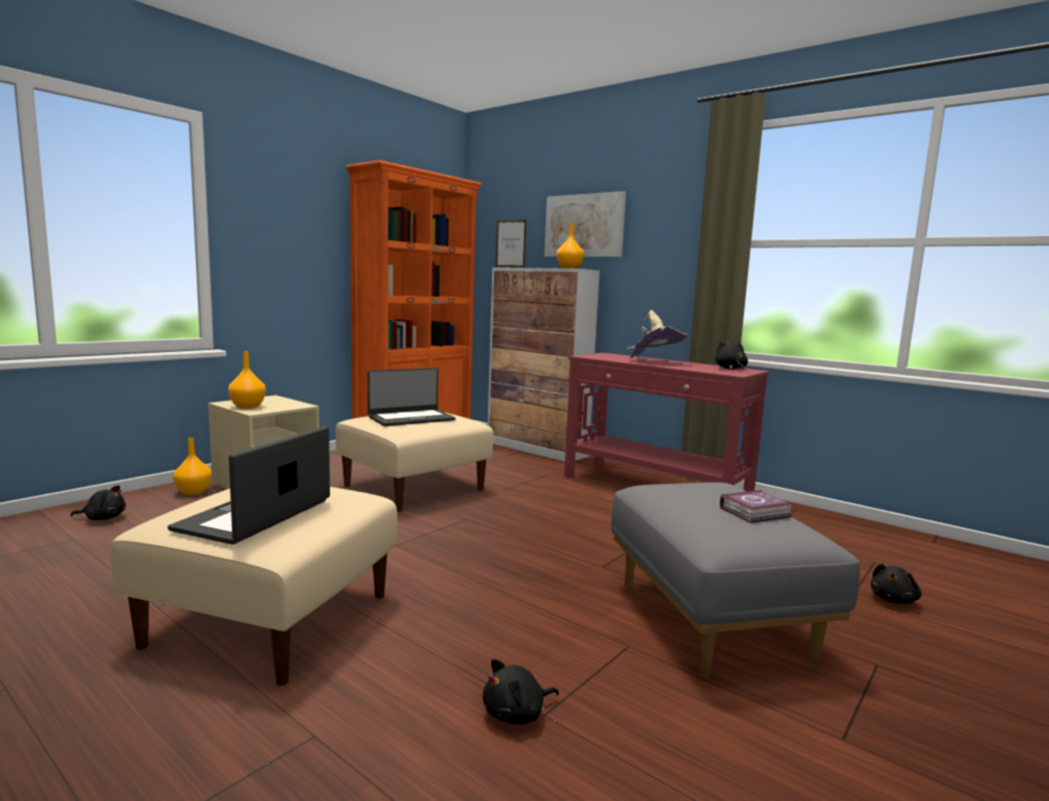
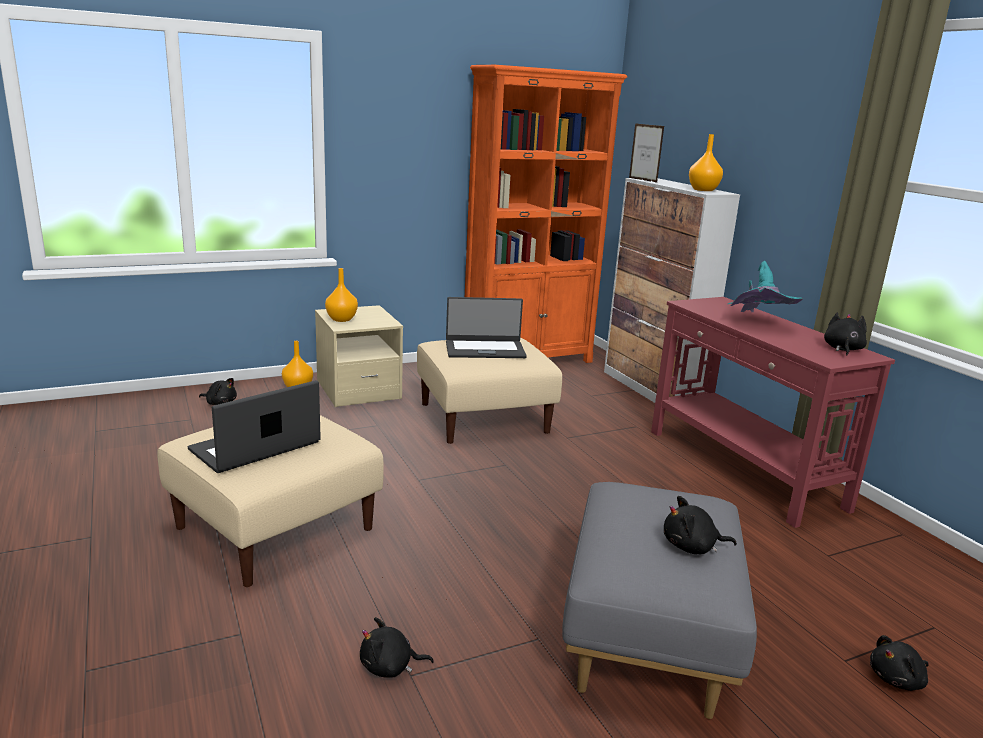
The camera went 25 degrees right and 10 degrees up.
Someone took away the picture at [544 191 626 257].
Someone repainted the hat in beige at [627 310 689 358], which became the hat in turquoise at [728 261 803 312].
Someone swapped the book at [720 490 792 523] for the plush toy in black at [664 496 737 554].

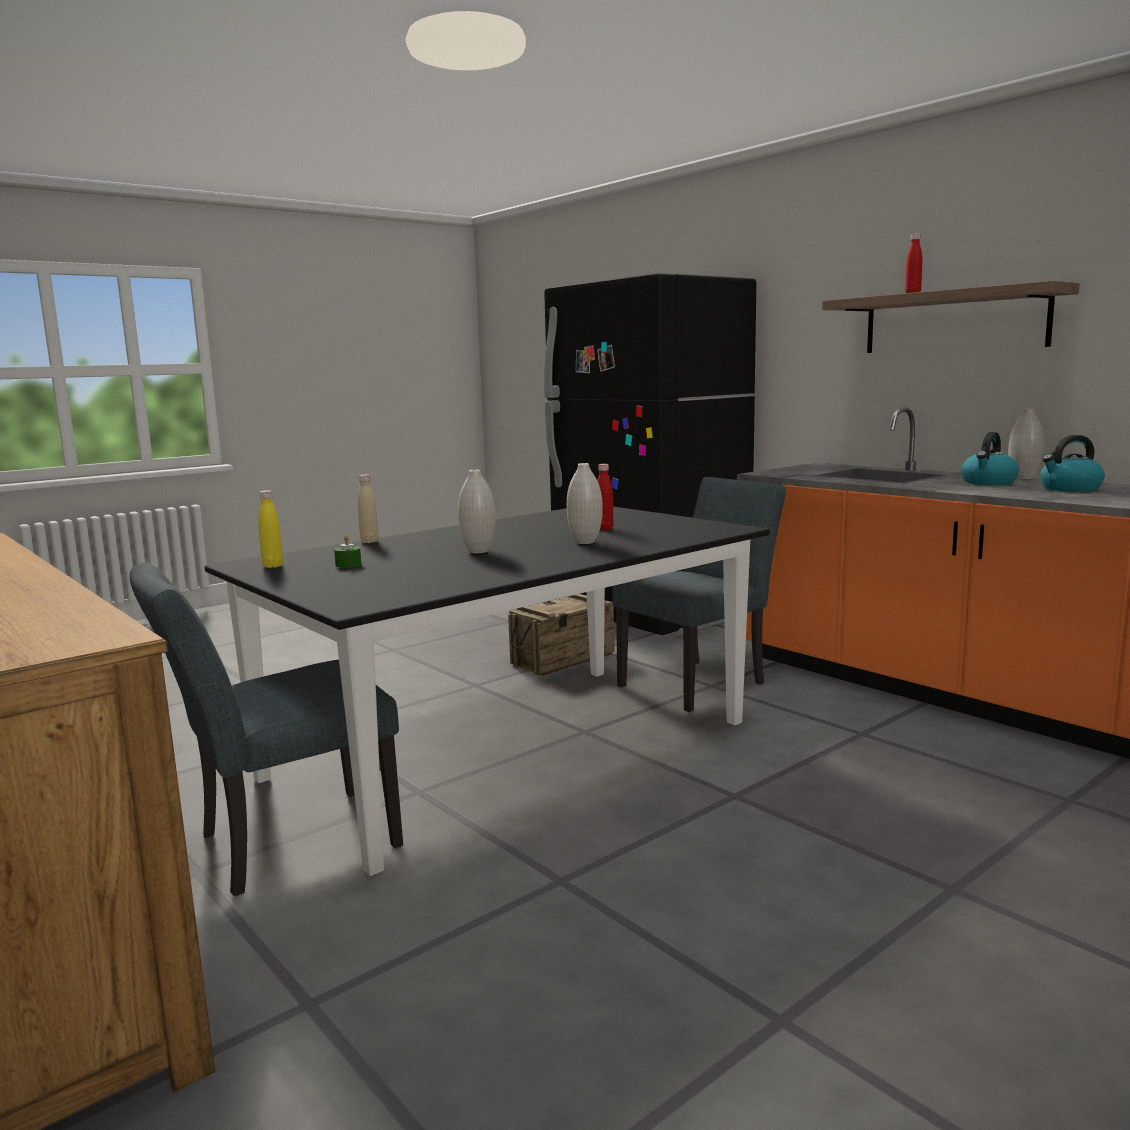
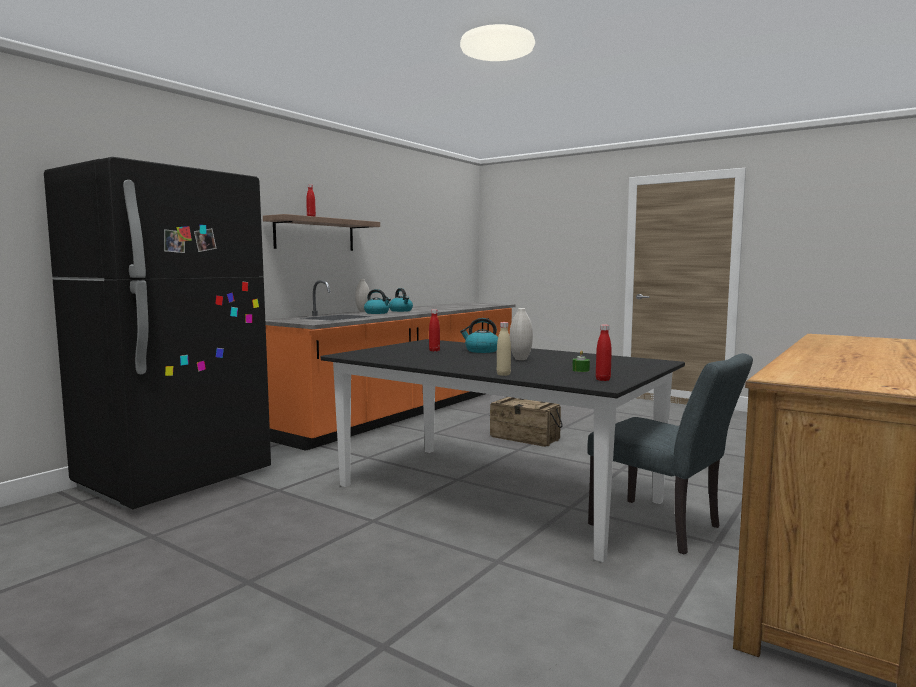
The camera went 105 degrees left and 5 degrees down.
Someone repainted the bottle in yellow at [258 490 283 568], which became the bottle in red at [596 325 612 381].
Someone carried the crate from [508 594 615 676] to [490 397 562 447].
Someone swapped the vase in white at [567 463 603 544] for the kettle at [460 318 498 353].
Someone took away the chair in grey at [612 477 786 712].

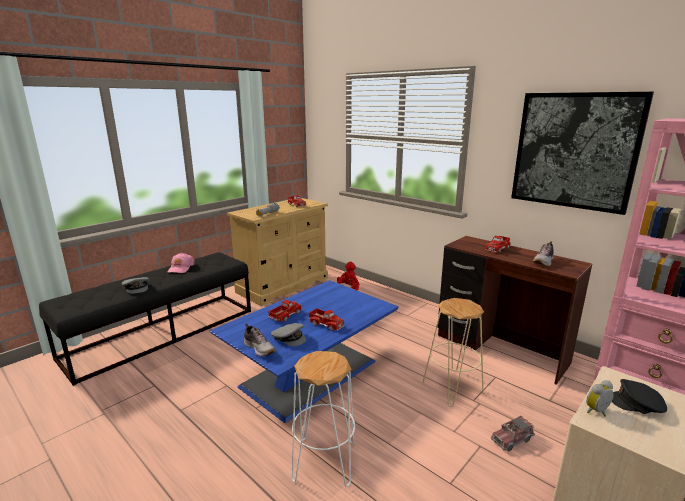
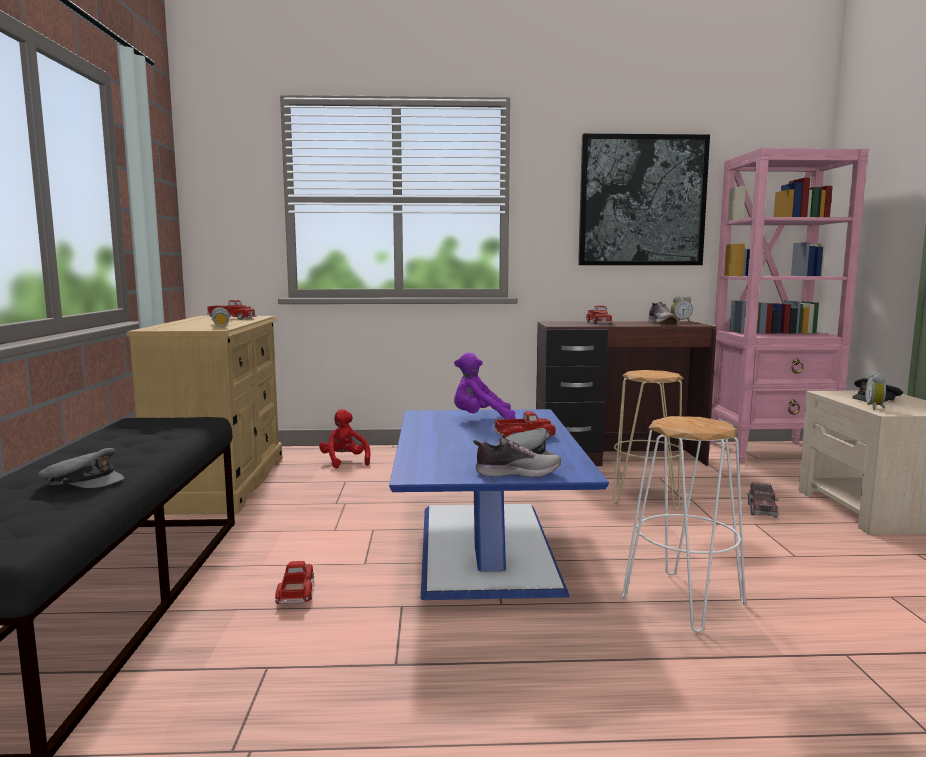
The camera went 45 degrees left and 10 degrees down.
Someone took away the cap in pink at [168 253 195 273].
Someone carried the toy truck from [268 300 302 321] to [275 561 314 604].
Someone put down the plush toy in purple at [454 352 515 419].
Someone put down the alarm clock at [671 296 693 322].

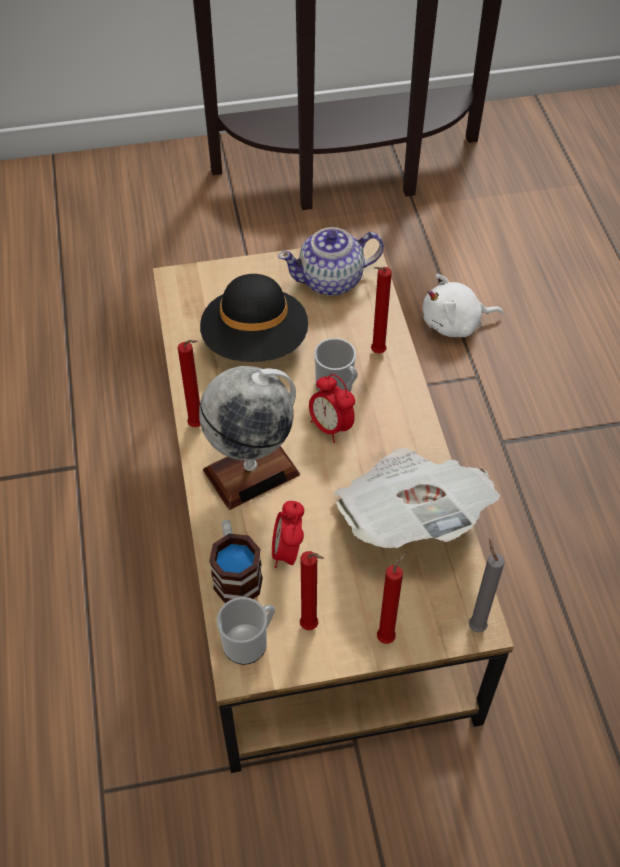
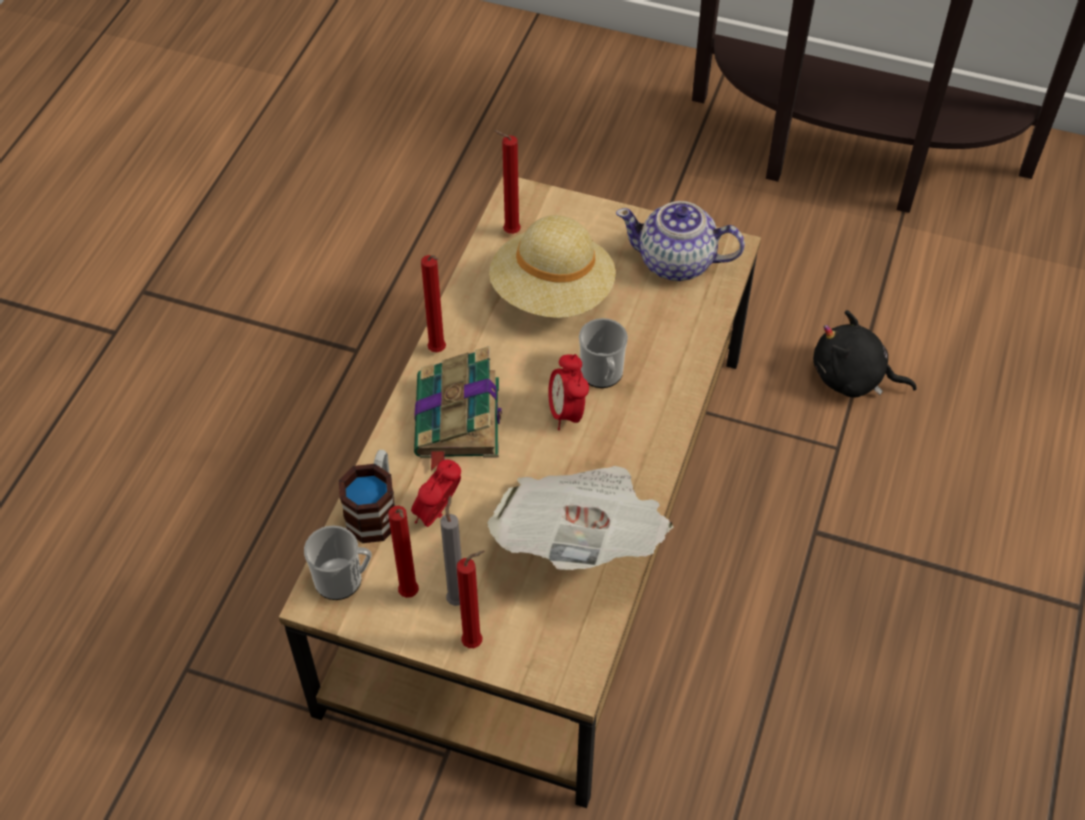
The camera went 30 degrees right and 0 degrees up.
Someone swapped the globe at [199 366 300 510] for the book at [414 346 502 471].
Someone repainted the hat in black at [200 274 308 362], which became the hat in beige at [489 215 616 318].
Someone carried the candle in red from [371 267 392 354] to [494 130 521 234].
Someone repainted the plush toy in white at [422 274 503 337], which became the plush toy in black at [813 310 917 398].
Someone carried the candle in grey from [469 538 505 633] to [440 495 462 606].

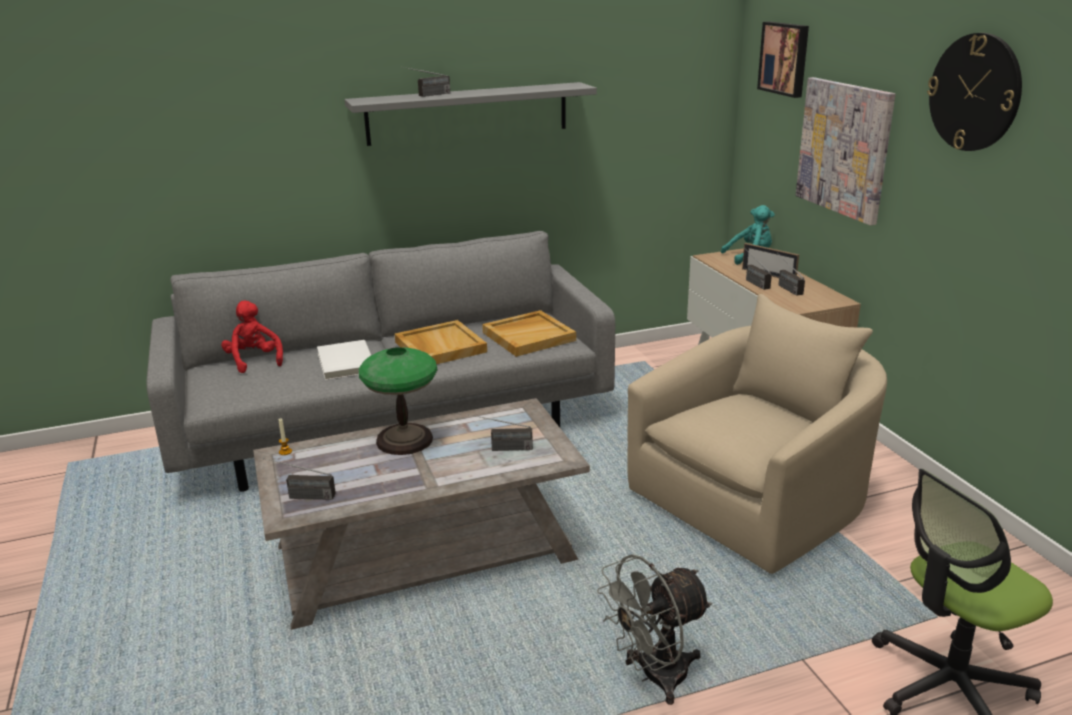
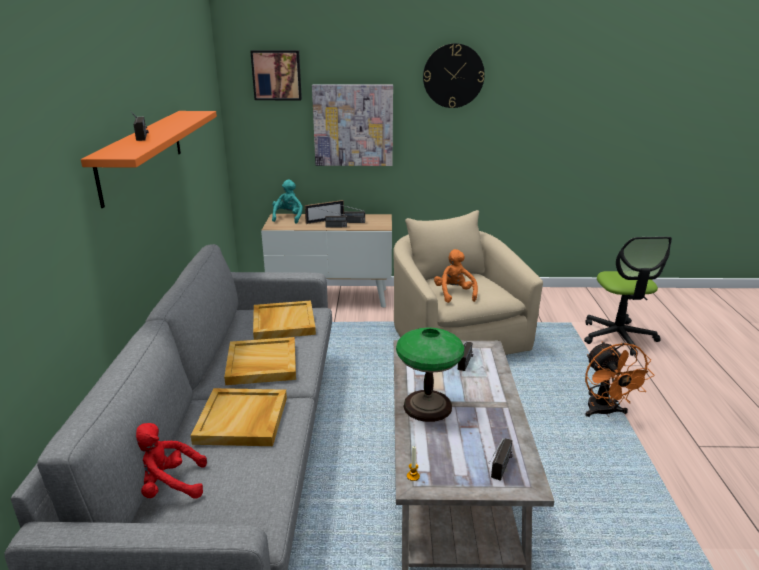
The camera went 70 degrees left and 0 degrees up.
Someone swapped the book in white at [317 340 371 380] for the tray in beige at [190 388 287 446].
Someone repainted the shelf in grey at [344 82 597 146], which became the shelf in orange at [81 111 217 208].
Someone repainted the fan in grey at [597 554 712 705], which became the fan in orange at [585 342 654 417].
Someone put down the plush toy in orange at [434 249 478 303].

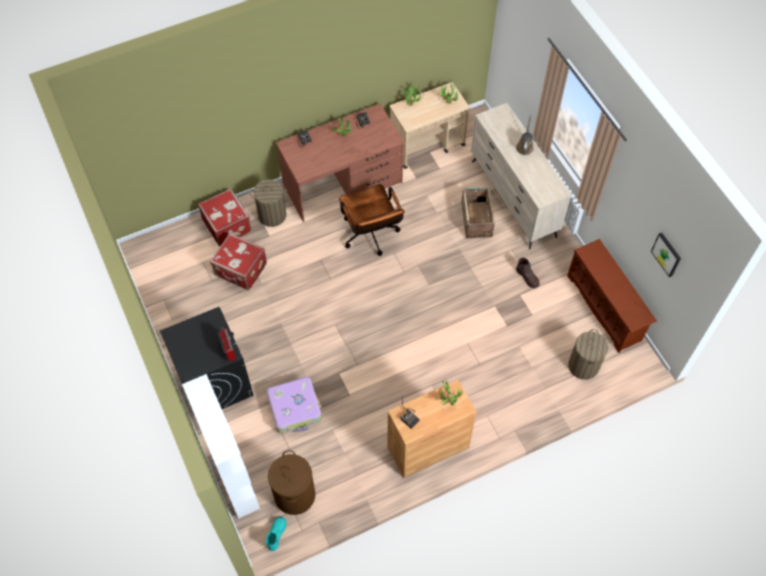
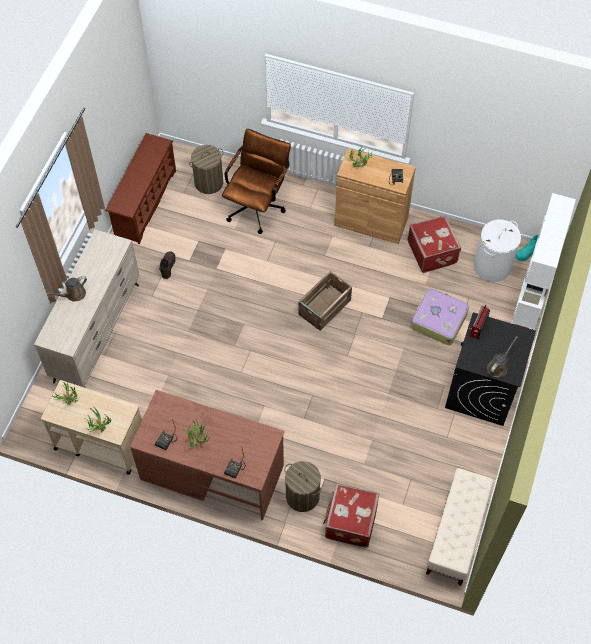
The camera went 135 degrees left and 0 degrees up.
Someone carried the suitcase in red from [210 233 267 291] to [407 215 461 273].
Someone repainted the laundry basket in brown at [268 450 315 515], which became the laundry basket in white at [474 220 521 282].
Someone carried the office chair in brown from [339 184 405 256] to [222 129 291 234].
Someone carried the crate from [461 187 495 238] to [299 271 352 331].
Someone took away the picture at [651 233 681 277].
Someone put down the bench in beige at [426 468 494 586].
Someone put down the watering can in brown at [487 336 517 377].

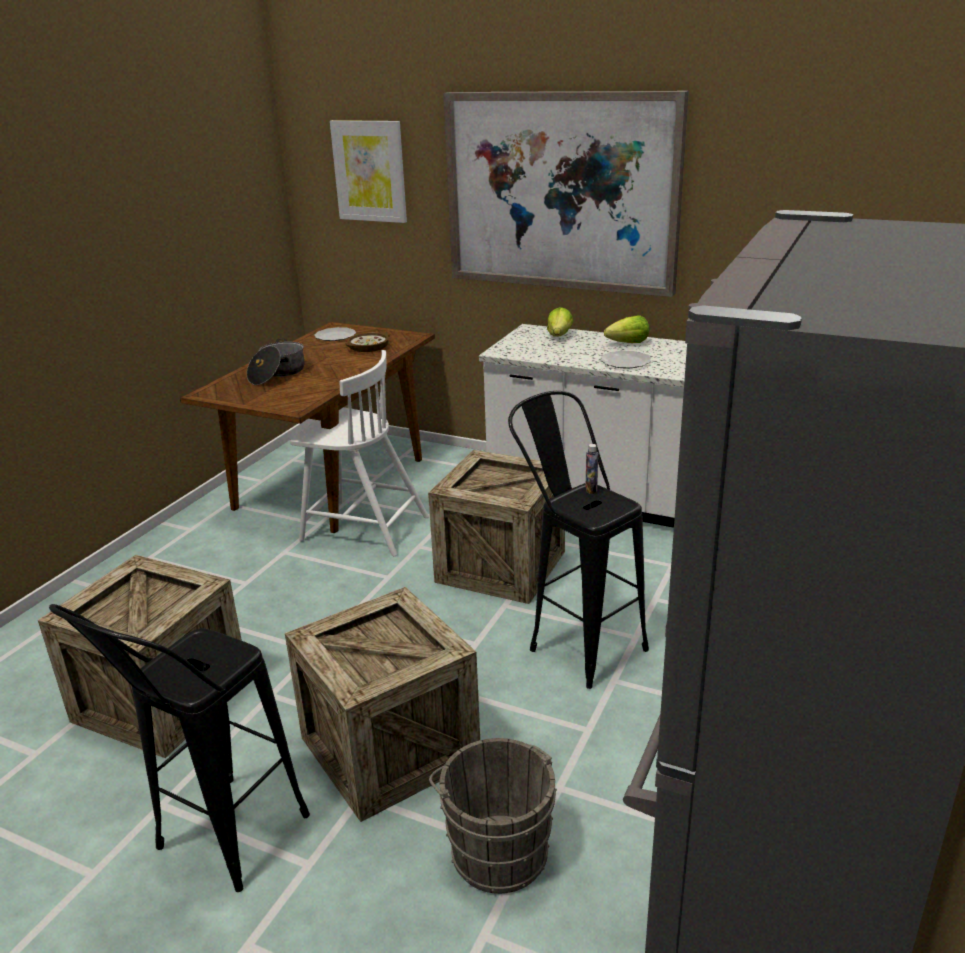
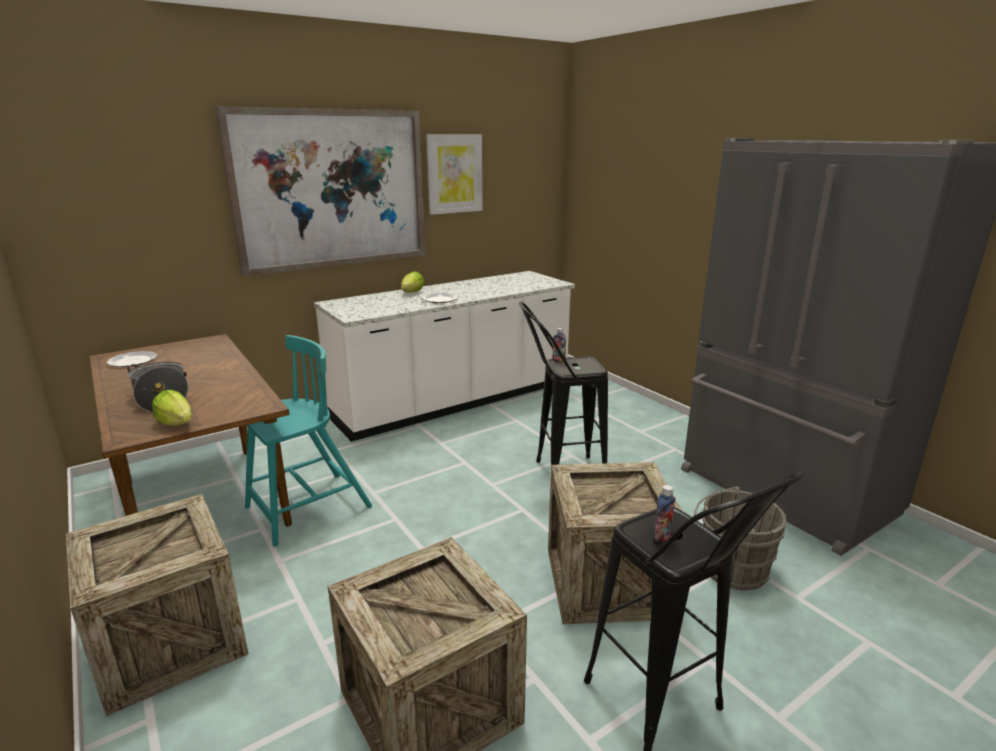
The camera went 60 degrees left and 5 degrees down.
Someone repainted the chair in white at [290 350 429 556], which became the chair in turquoise at [245 335 372 547].
Someone carried the picture from [330 120 407 223] to [426 134 483 215].
Someone took away the bowl at [346 332 390 352].
Someone carried the crate from [428 450 565 604] to [66 494 248 716].
Someone carried the lettuce from [547 307 573 337] to [152 390 192 426].
Someone put down the bottle at [653 485 675 545].

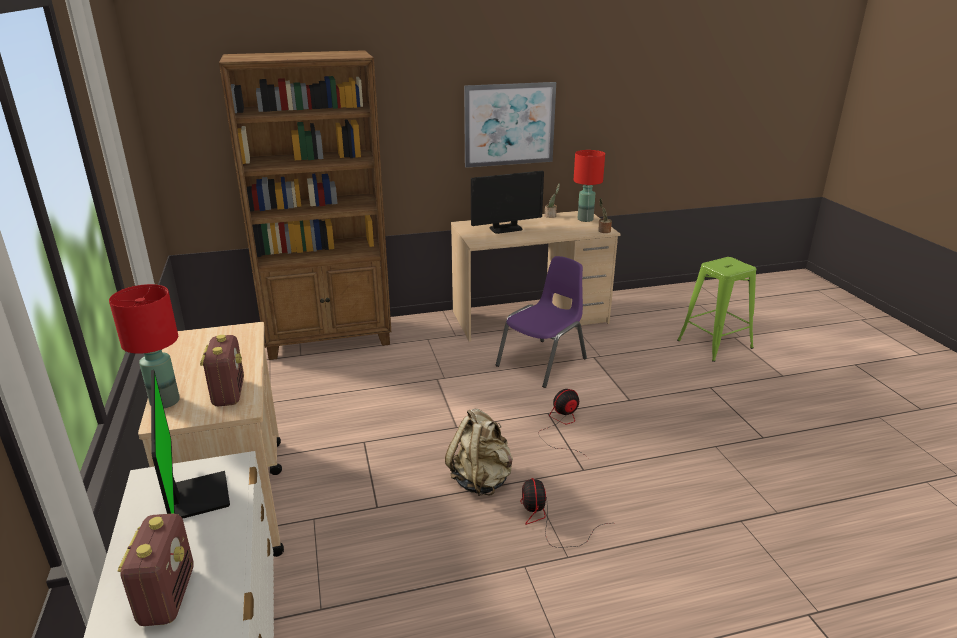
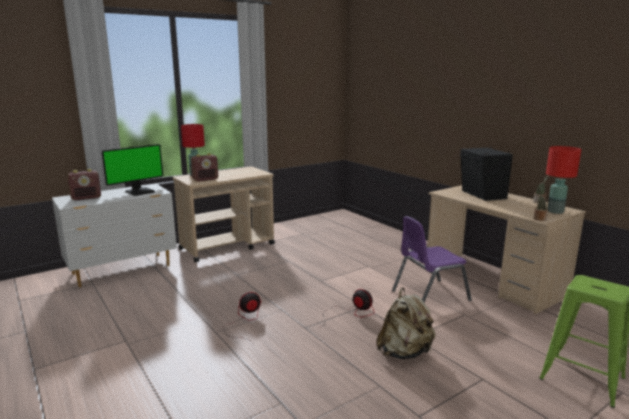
The camera went 70 degrees right and 10 degrees down.
Someone took away the bookcase in brown at [219 50 391 360].
Someone carried the backpack in beige from [445 409 513 496] to [376 288 435 359].
Someone took away the picture at [464 82 556 168].
Someone swapped the monitor at [471 171 544 234] for the speaker in black at [460 147 513 201].
Someone rotated the chair in purple at [496 256 587 388] by 135 degrees clockwise.

